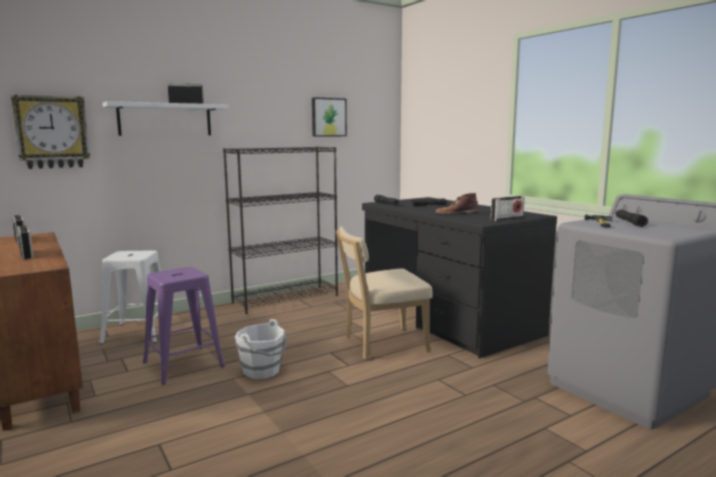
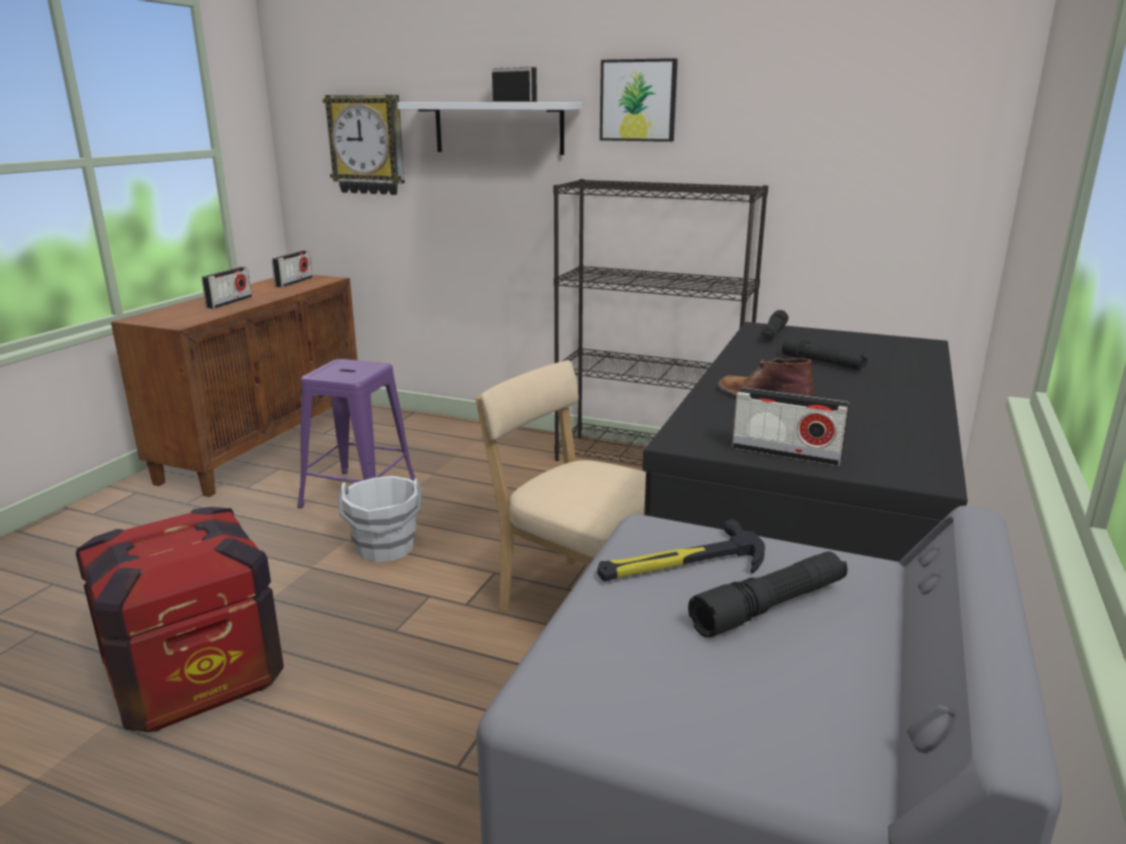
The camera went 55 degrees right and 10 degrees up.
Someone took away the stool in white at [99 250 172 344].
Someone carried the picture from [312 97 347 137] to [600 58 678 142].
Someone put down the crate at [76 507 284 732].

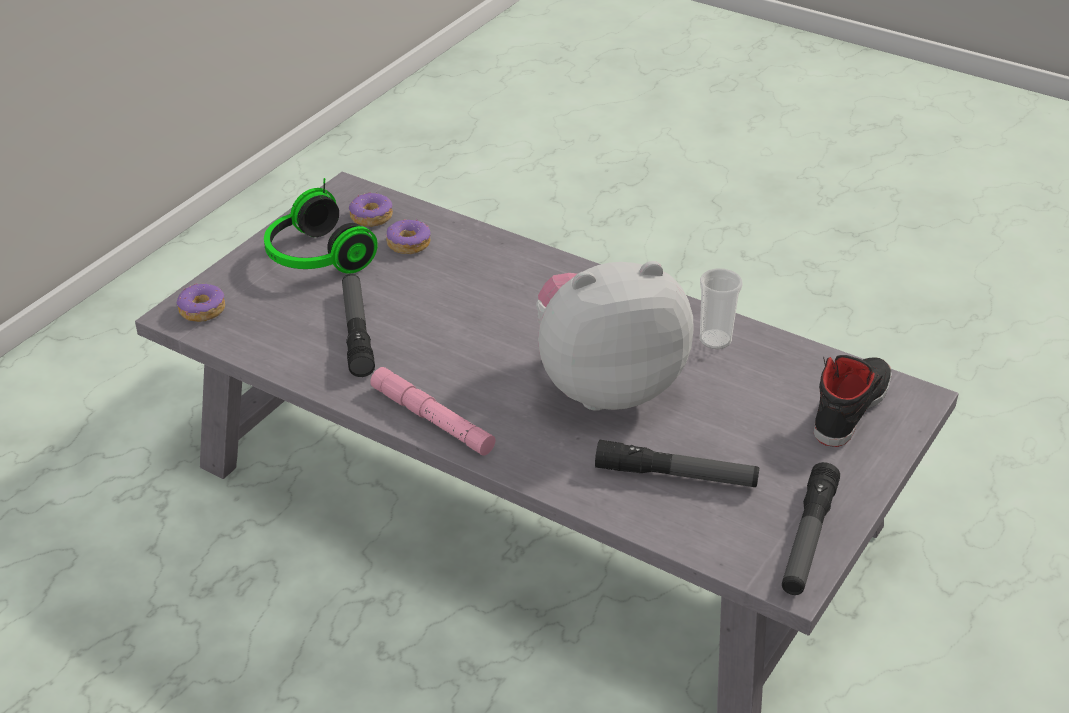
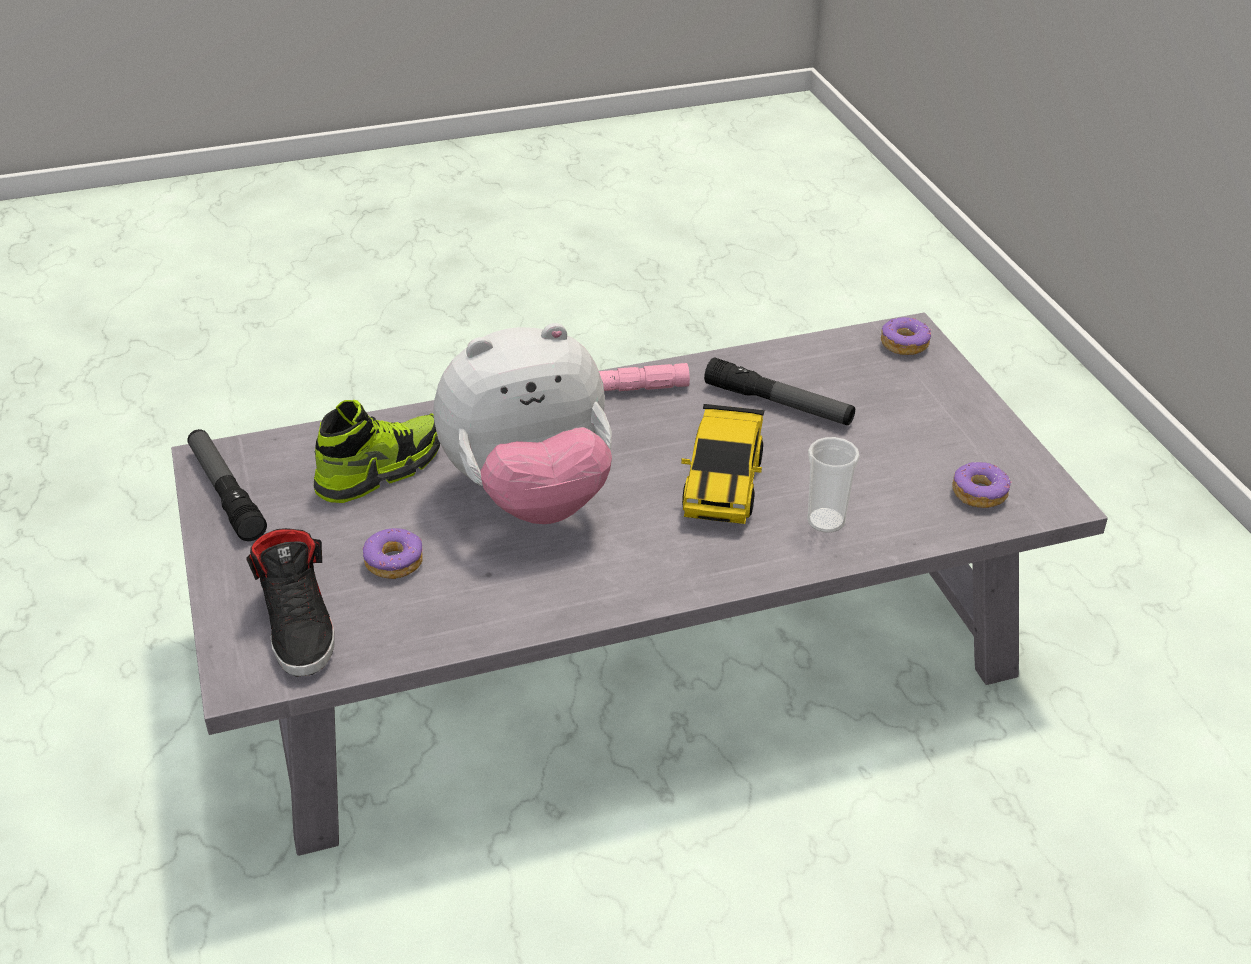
The camera went 130 degrees right and 0 degrees up.
Someone took away the headphones at [264 178 378 274].
Someone carried the donut from [386 219 431 254] to [362 528 423 579].
Someone rotated the plush toy at [536 261 694 411] by 45 degrees clockwise.
Someone swapped the flashlight at [595 440 759 487] for the shoe at [314 400 440 503].
Someone carried the cup from [700 268 743 349] to [807 437 860 533].
Someone put down the toy car at [681 404 765 524].

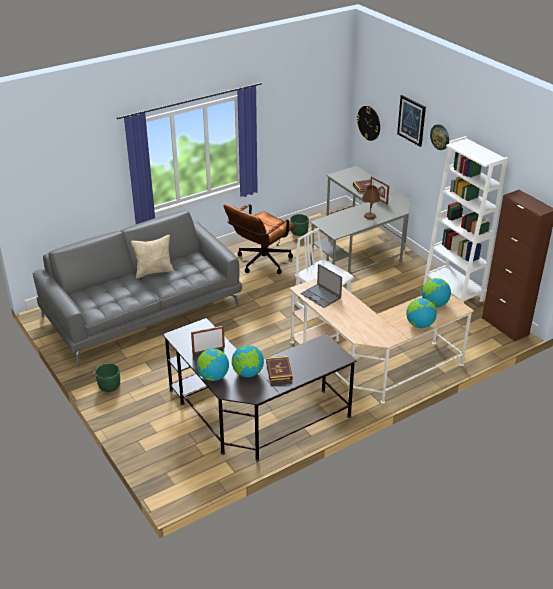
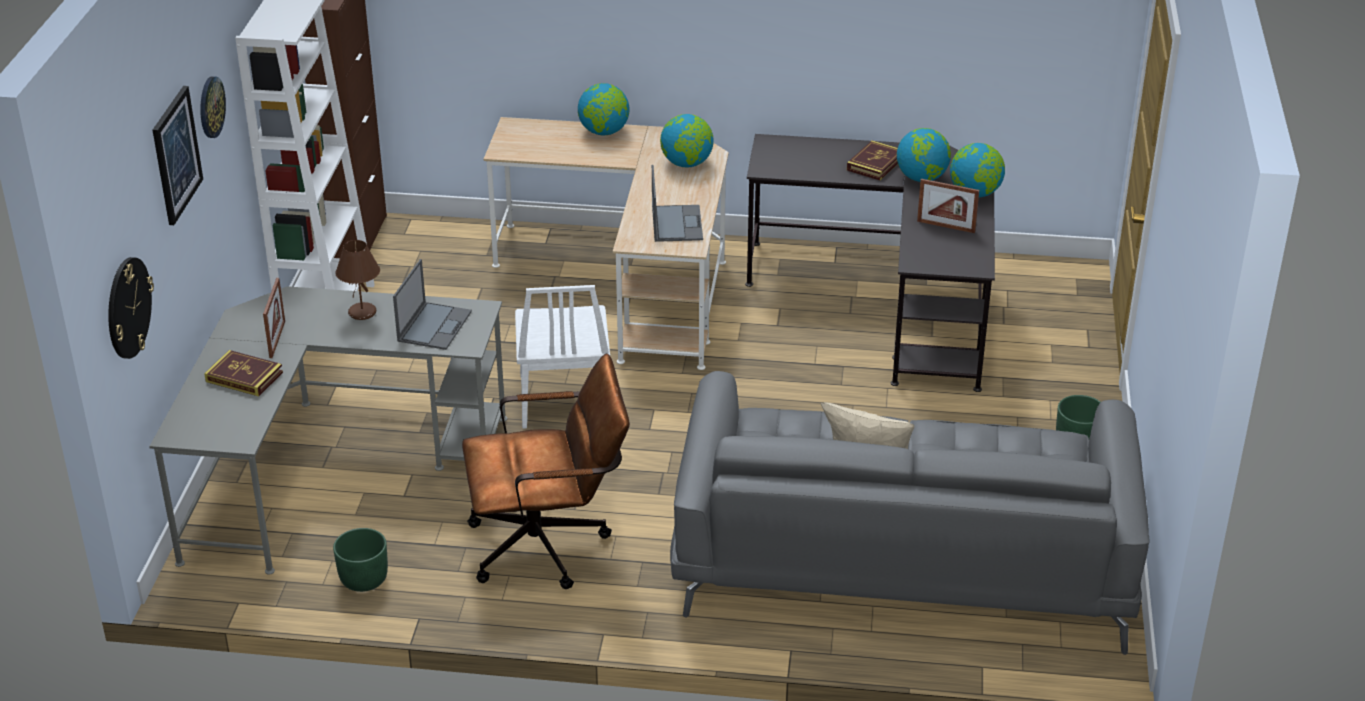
The camera went 140 degrees left and 0 degrees up.
Someone carried the globe from [422 278 451 307] to [660 114 714 167].
Someone put down the laptop at [393 259 472 350].

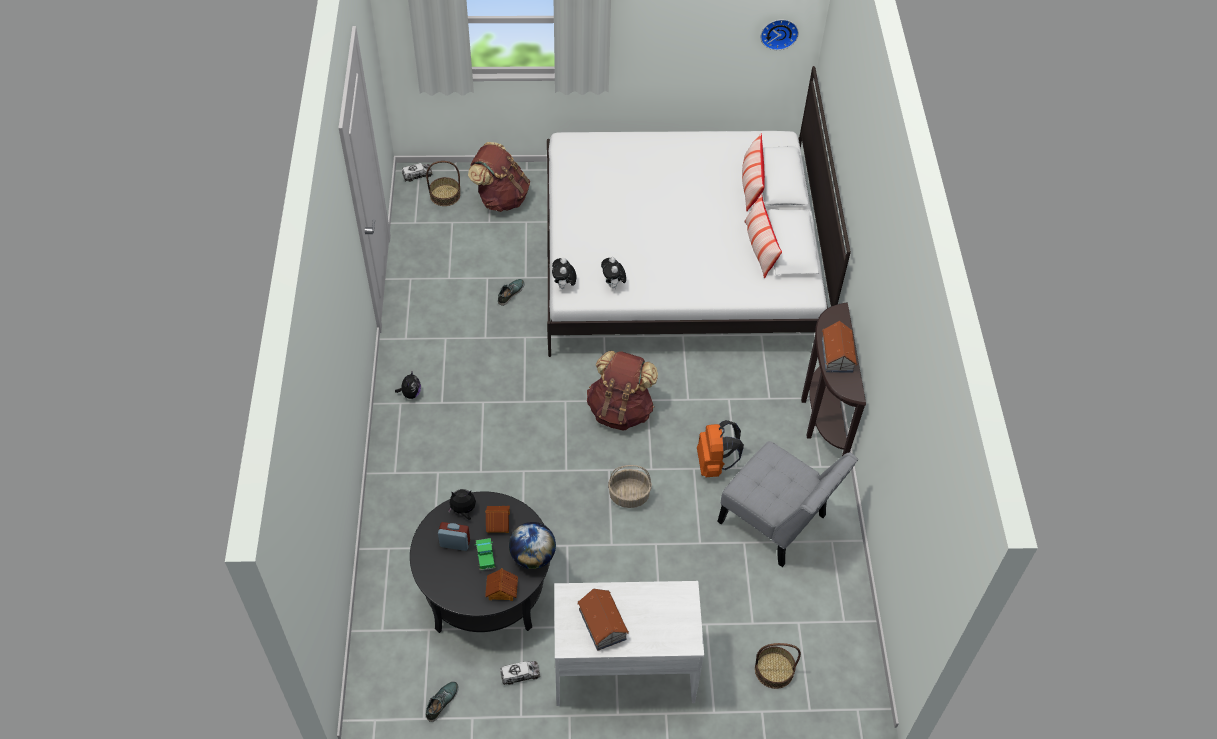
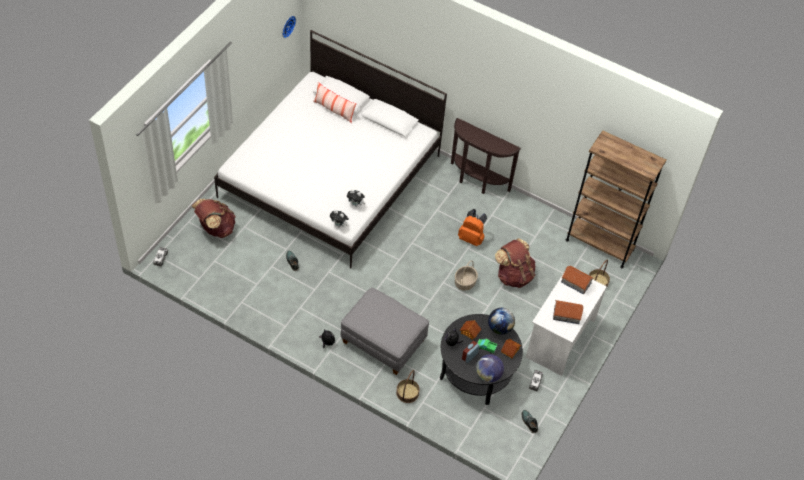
The camera went 60 degrees left and 0 degrees up.
Someone carried the basket from [426 161 460 206] to [396 370 420 403].
Someone carried the backpack in brown from [587 351 658 430] to [495 238 535 288].
Someone took away the chair in grey at [717 441 858 567].
Someone took away the pillow at [744 194 782 278].
Someone carried the toy house from [822 321 857 373] to [561 266 594 294].
Someone put down the ottoman in grey at [341 288 429 375].
Someone put down the globe at [476 354 504 382].
Someone put down the bookcase in brown at [566 131 666 268].

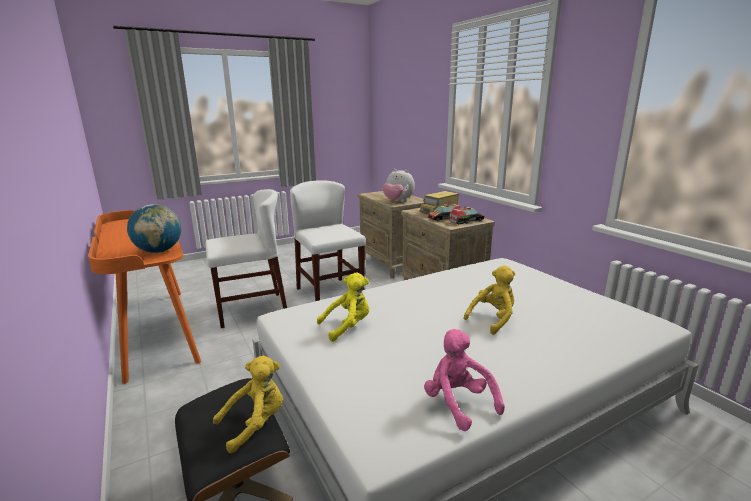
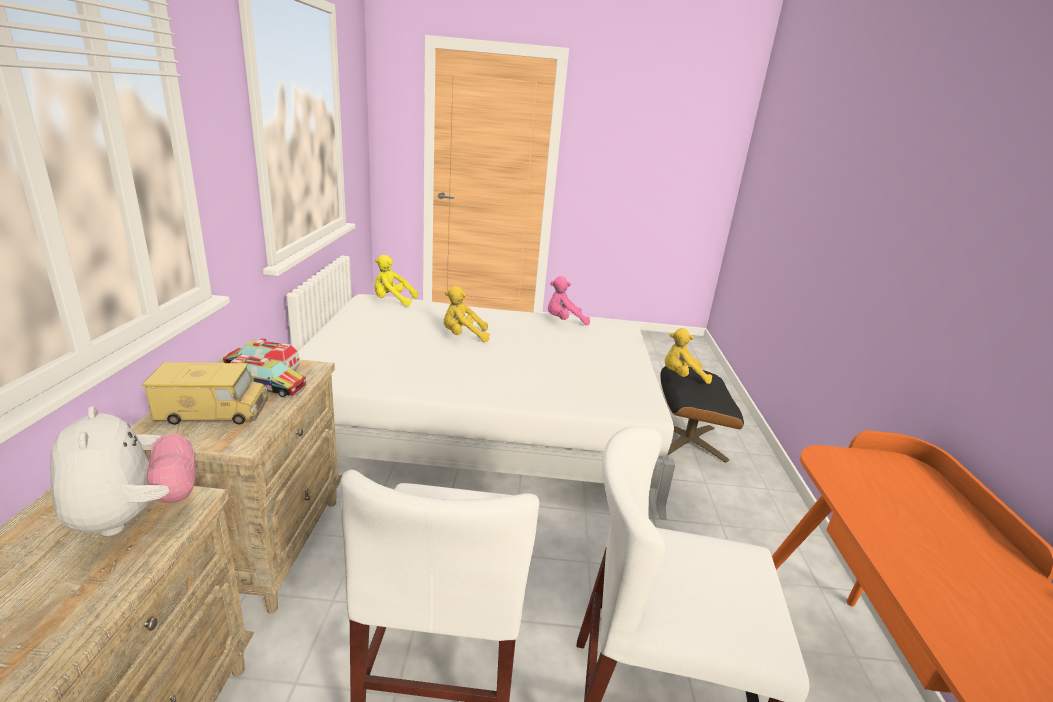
The camera went 150 degrees left and 5 degrees up.
Someone took away the globe at [127 204 181 253].
Someone carried the plush toy in yellow from [317 272 369 342] to [374 255 418 306].
Someone rotated the plush toy in pink at [424 329 505 431] by 75 degrees clockwise.

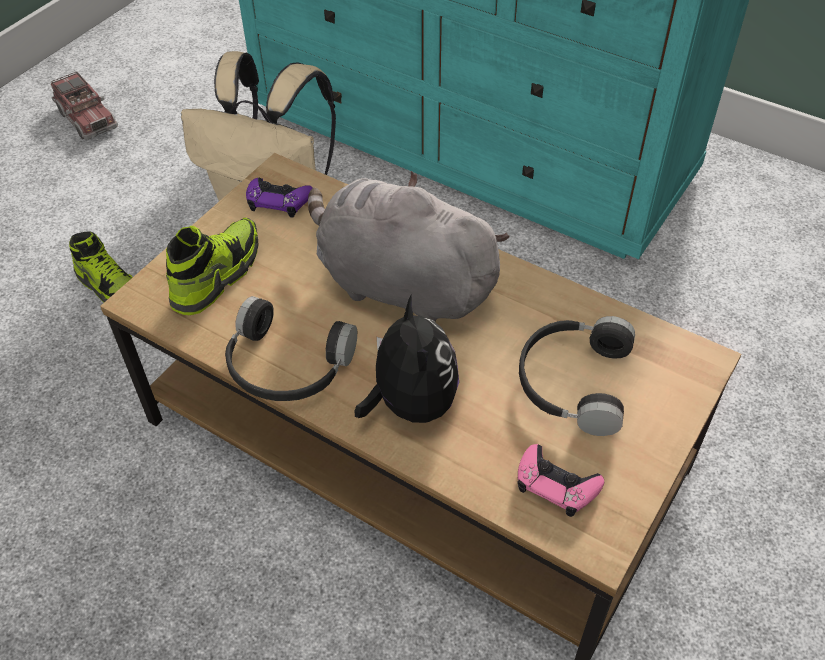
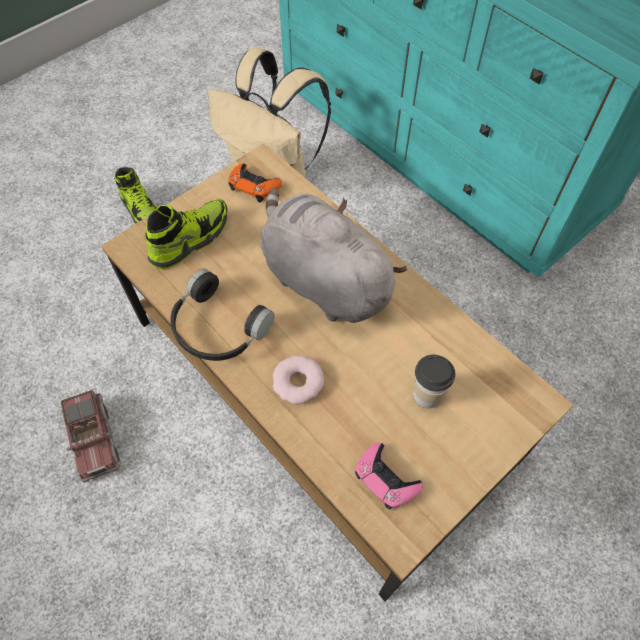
The camera went 15 degrees right and 10 degrees up.
Someone carried the toy truck from [51 72 118 140] to [61 390 120 483].
Someone repainted the game controller in purple at [246 178 312 218], which became the game controller in orange at [228 164 282 203].
Someone swapped the plush toy at [355 294 459 423] for the donut at [273 355 324 404].
Someone swapped the headphones in black at [519 316 635 436] for the cup at [413 355 455 408].

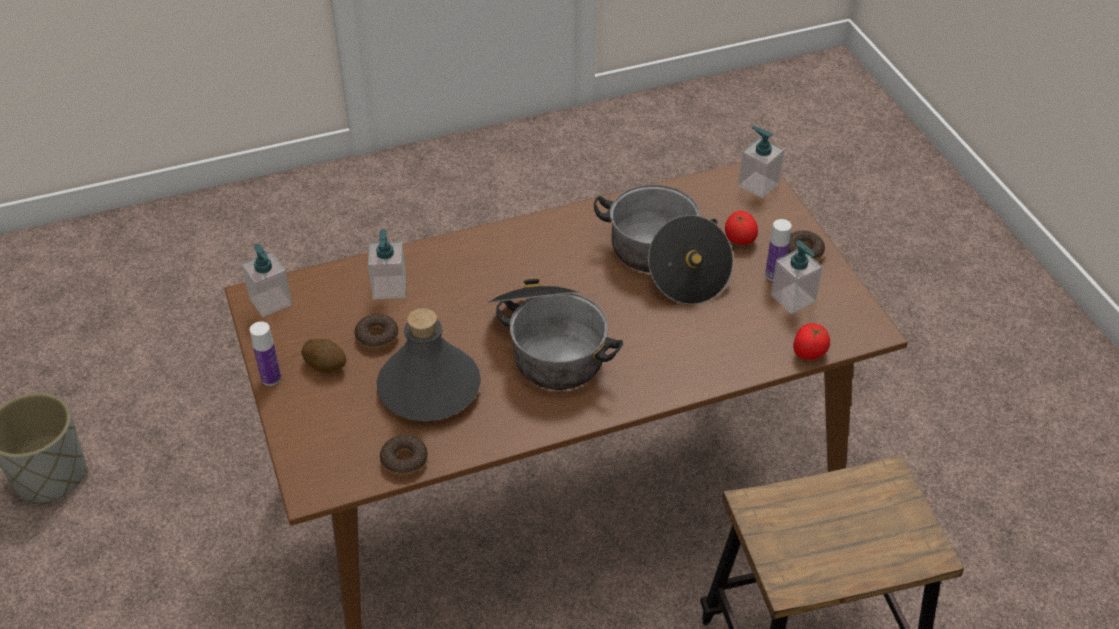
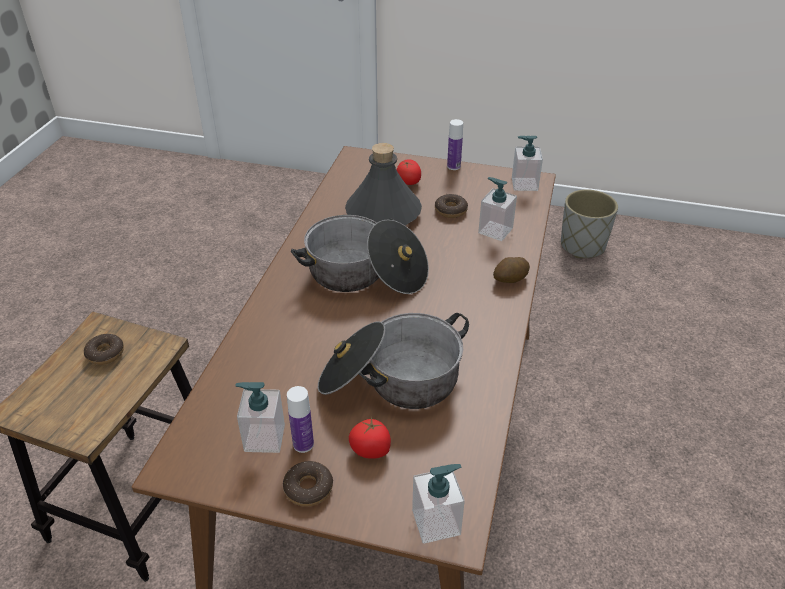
The camera went 125 degrees right and 5 degrees down.
Someone carried the potato from [301 339 346 373] to [493 257 530 283].
Someone carried the donut from [380 435 428 476] to [84 334 124 365].
Someone carried the tomato from [793 323 830 360] to [396 159 421 185].

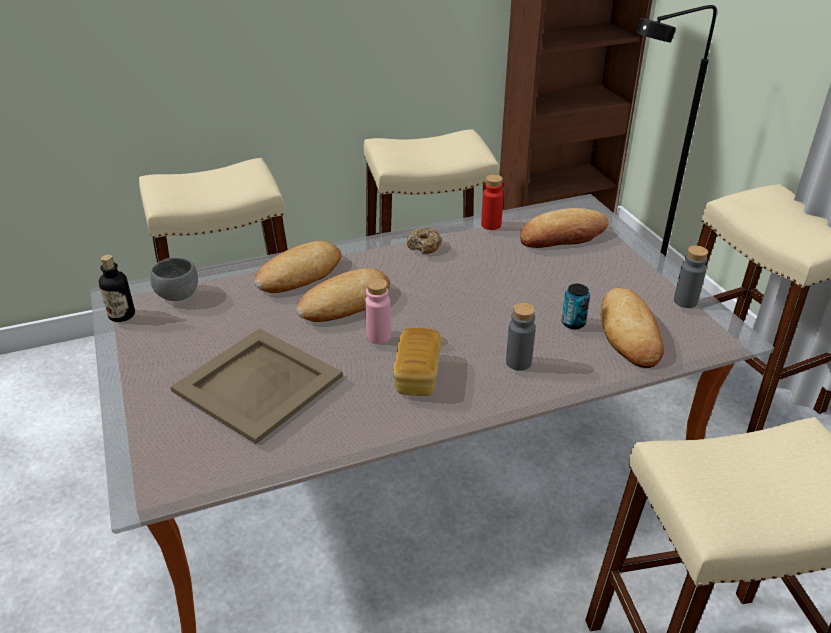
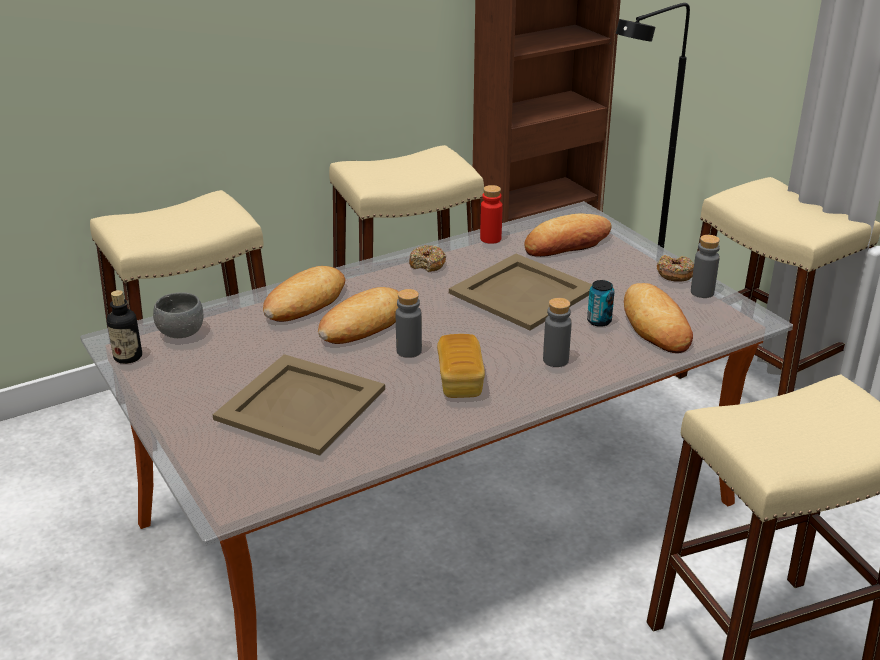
The camera went 10 degrees left and 5 degrees down.
Someone repainted the bottle in pink at [365 278 391 344], which became the bottle in grey at [396 289 422 358].
Someone put down the tray in beige at [449 254 592 330].
Someone put down the donut at [657 255 694 282].

